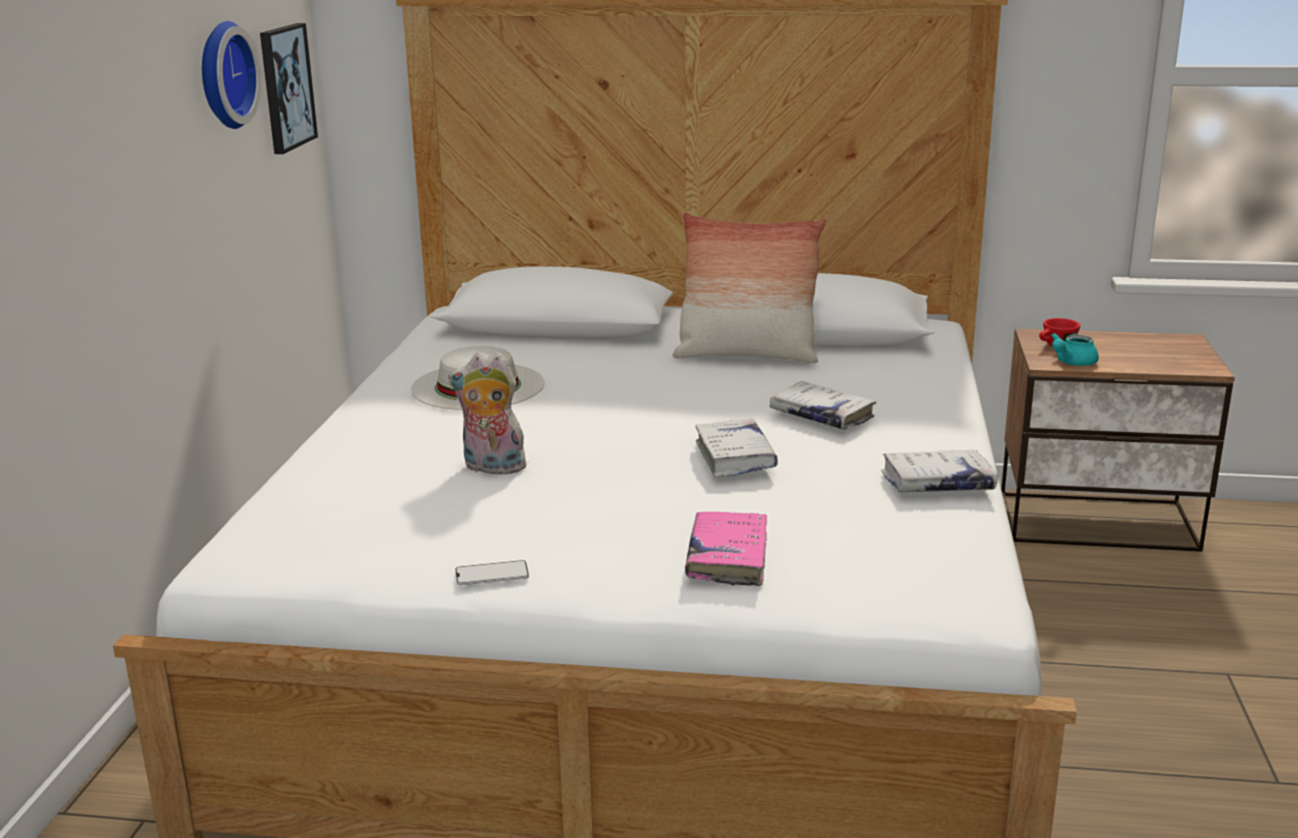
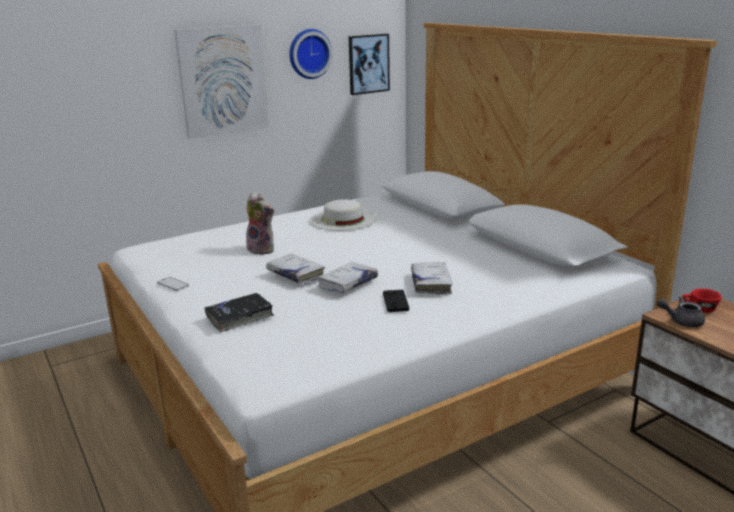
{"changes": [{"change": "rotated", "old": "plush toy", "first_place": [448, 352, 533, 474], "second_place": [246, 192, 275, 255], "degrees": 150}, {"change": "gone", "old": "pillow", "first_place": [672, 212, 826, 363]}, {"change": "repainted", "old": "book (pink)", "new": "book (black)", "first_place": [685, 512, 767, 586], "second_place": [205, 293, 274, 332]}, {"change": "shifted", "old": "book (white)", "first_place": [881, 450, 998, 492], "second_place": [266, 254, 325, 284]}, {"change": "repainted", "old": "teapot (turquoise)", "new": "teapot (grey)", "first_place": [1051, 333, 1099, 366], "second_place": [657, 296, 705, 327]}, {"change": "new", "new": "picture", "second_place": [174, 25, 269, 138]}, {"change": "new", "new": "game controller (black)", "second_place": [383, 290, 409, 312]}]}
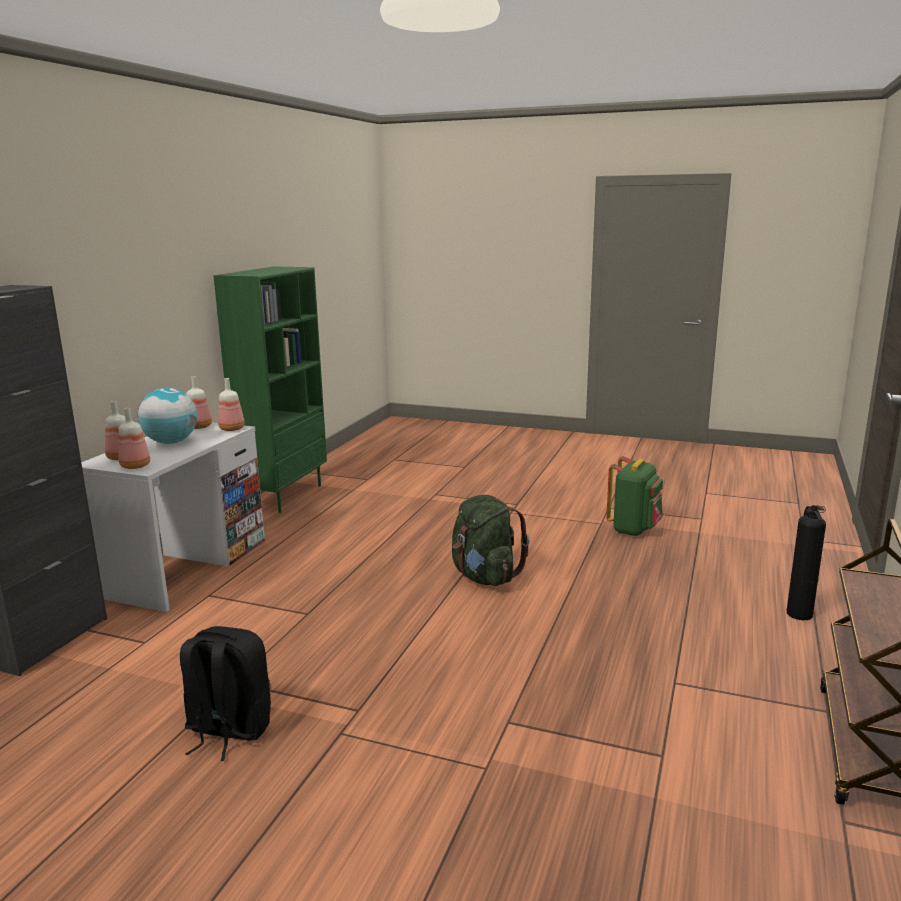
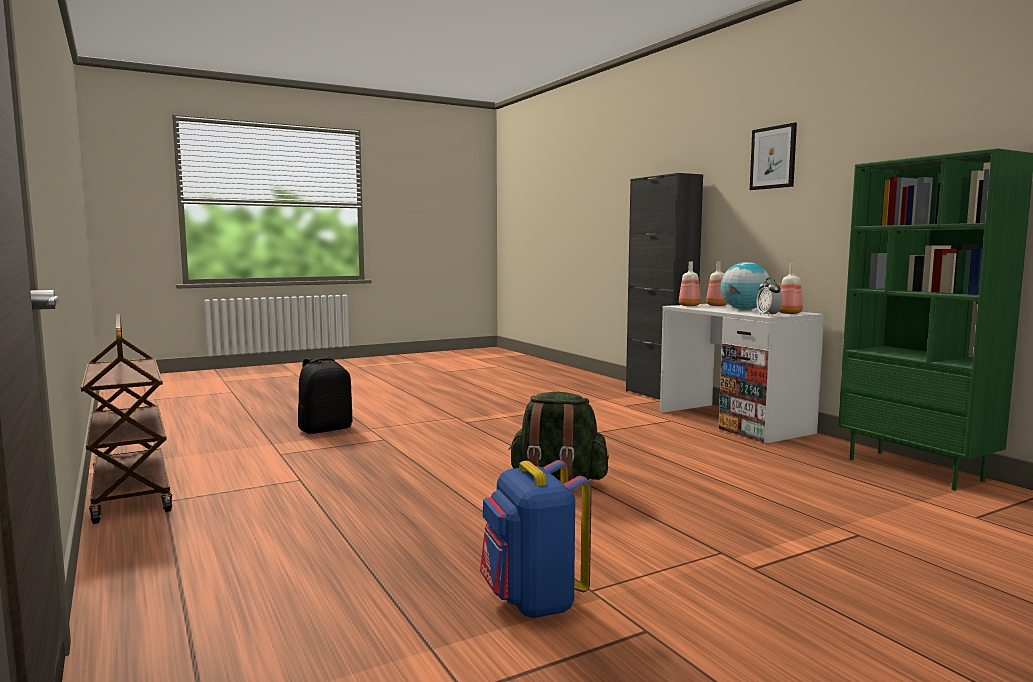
{"changes": [{"change": "shifted", "old": "backpack (black)", "first_place": [180, 626, 271, 761], "second_place": [298, 356, 353, 434]}, {"change": "swapped", "old": "bottle", "new": "alarm clock", "first_place": [218, 378, 245, 431], "second_place": [756, 277, 783, 316]}, {"change": "repainted", "old": "backpack (green)", "new": "backpack (blue)", "first_place": [606, 456, 663, 536], "second_place": [480, 460, 592, 618]}, {"change": "gone", "old": "fire extinguisher", "first_place": [787, 505, 826, 620]}, {"change": "new", "new": "picture", "second_place": [750, 123, 797, 190]}]}
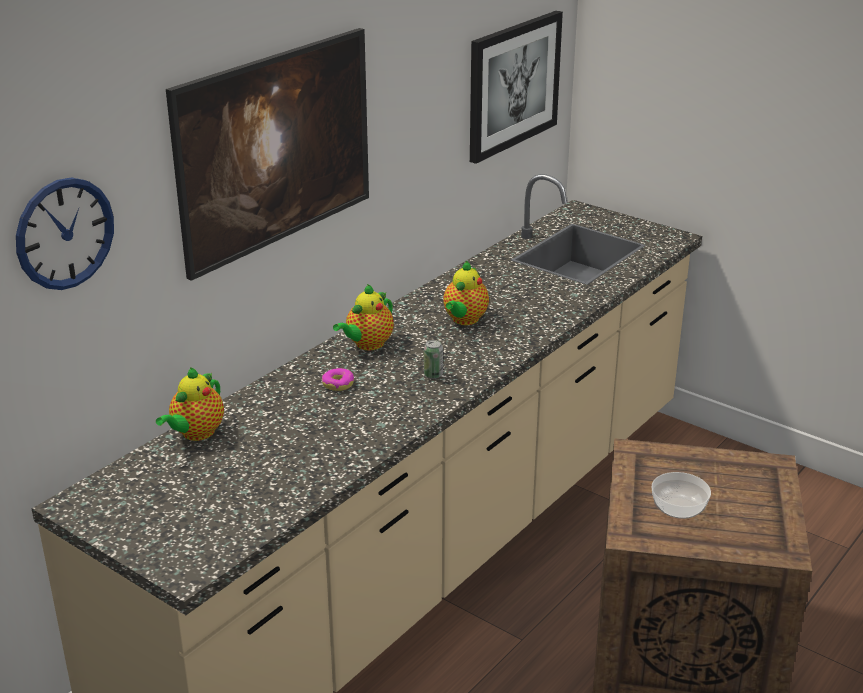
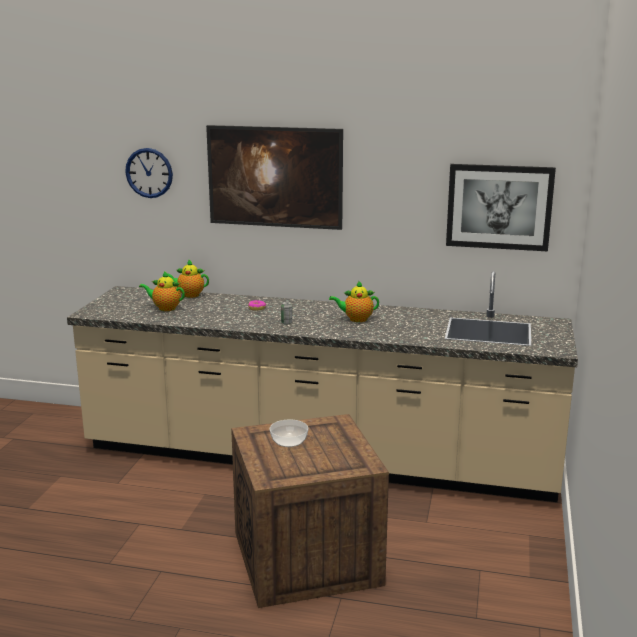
{"changes": [{"change": "shifted", "old": "teapot", "first_place": [333, 284, 394, 351], "second_place": [139, 271, 185, 311]}]}
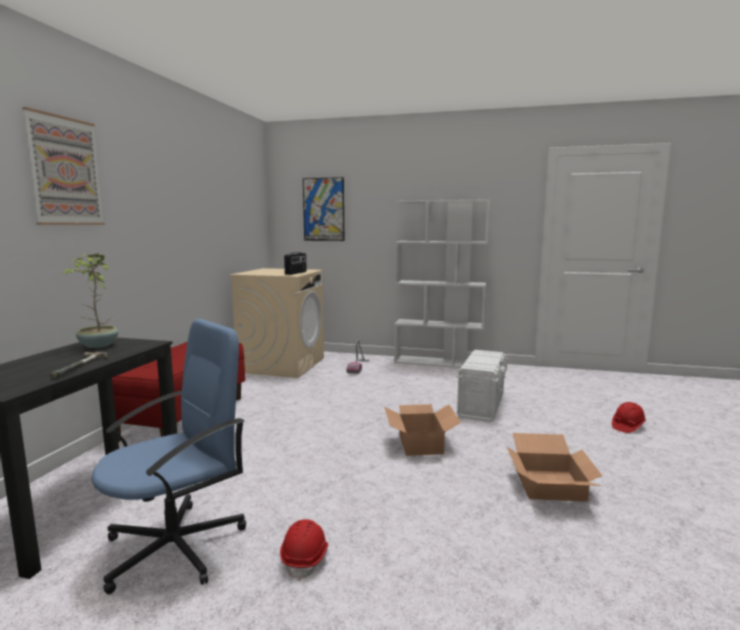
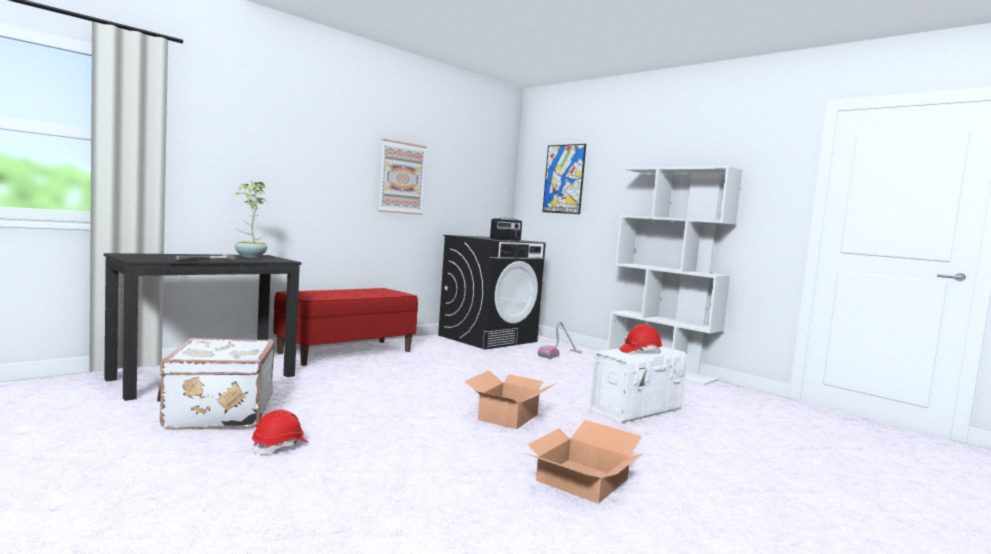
{"changes": [{"change": "shifted", "old": "picture", "first_place": [22, 107, 105, 225], "second_place": [378, 139, 426, 215]}, {"change": "swapped", "old": "office chair (blue)", "new": "suitcase (white)", "first_place": [91, 319, 246, 594], "second_place": [157, 338, 275, 430]}, {"change": "repainted", "old": "washing machine (beige)", "new": "washing machine (black)", "first_place": [229, 268, 324, 378], "second_place": [438, 235, 546, 350]}, {"change": "shifted", "old": "hard hat (red)", "first_place": [612, 402, 646, 433], "second_place": [619, 324, 662, 353]}]}
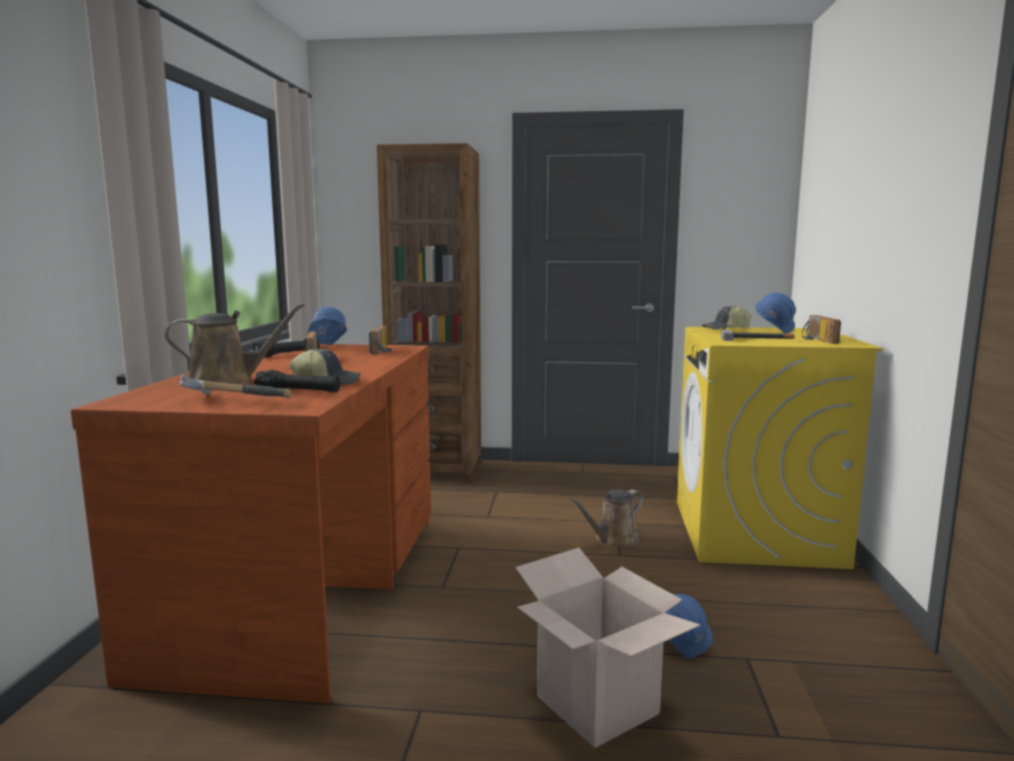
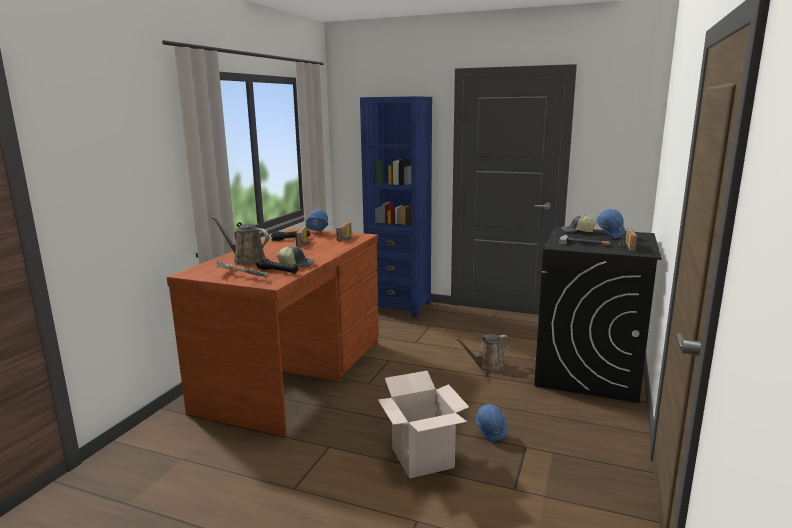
{"changes": [{"change": "rotated", "old": "watering can (brown)", "first_place": [165, 303, 305, 385], "second_place": [211, 216, 269, 266], "degrees": -150}, {"change": "repainted", "old": "bookcase (brown)", "new": "bookcase (blue)", "first_place": [377, 143, 481, 482], "second_place": [360, 96, 432, 318]}, {"change": "repainted", "old": "washing machine (yellow)", "new": "washing machine (black)", "first_place": [677, 327, 883, 569], "second_place": [534, 227, 662, 403]}]}
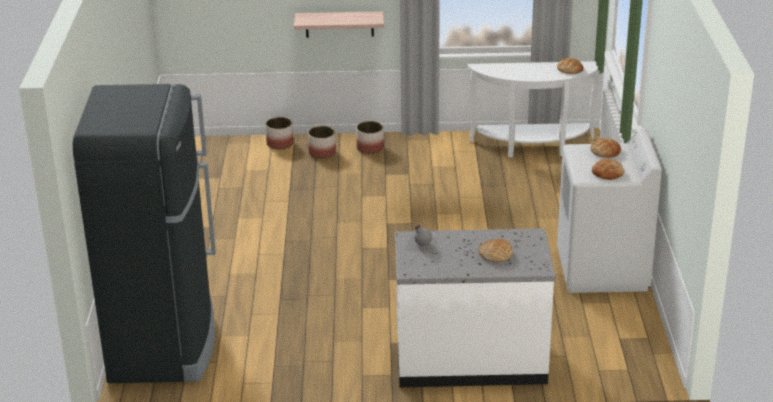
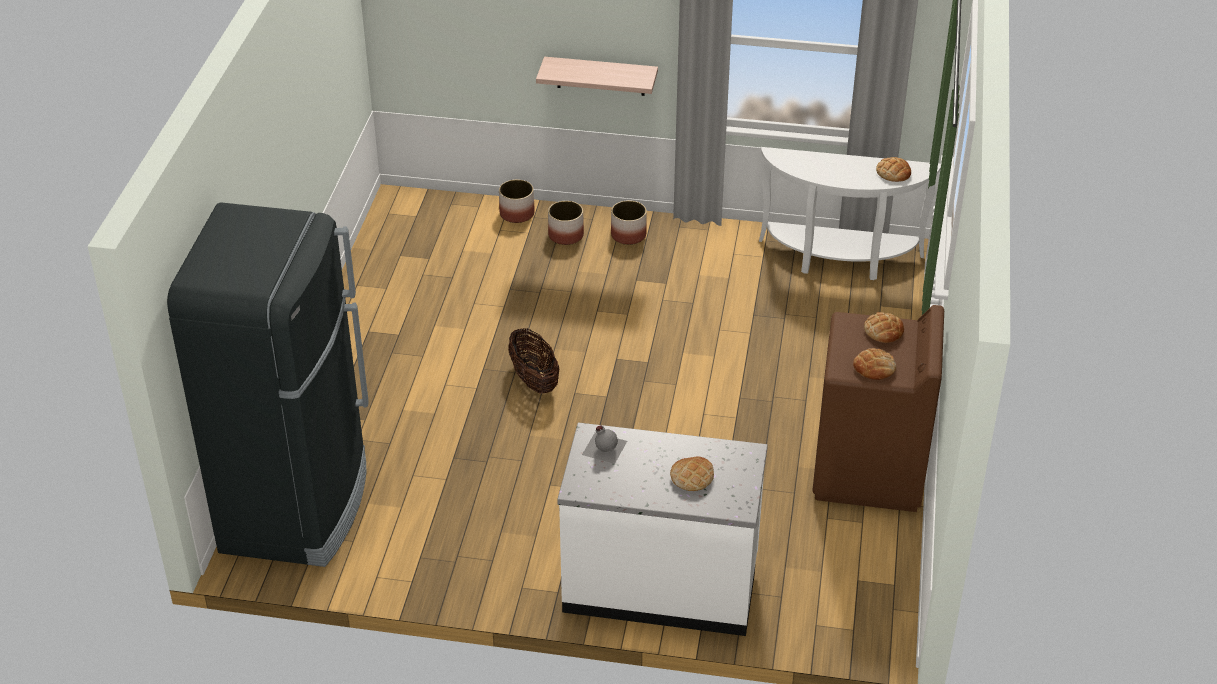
{"changes": [{"change": "repainted", "old": "washing machine (white)", "new": "washing machine (brown)", "first_place": [557, 129, 662, 293], "second_place": [812, 305, 944, 512]}, {"change": "new", "new": "basket", "second_place": [508, 328, 559, 393]}]}
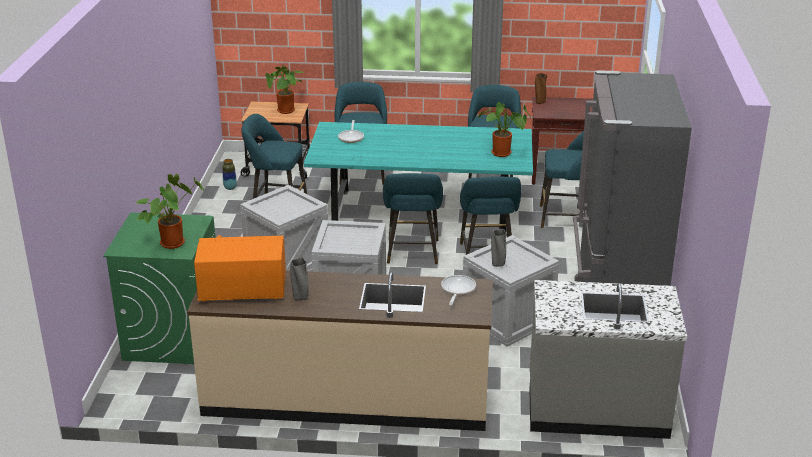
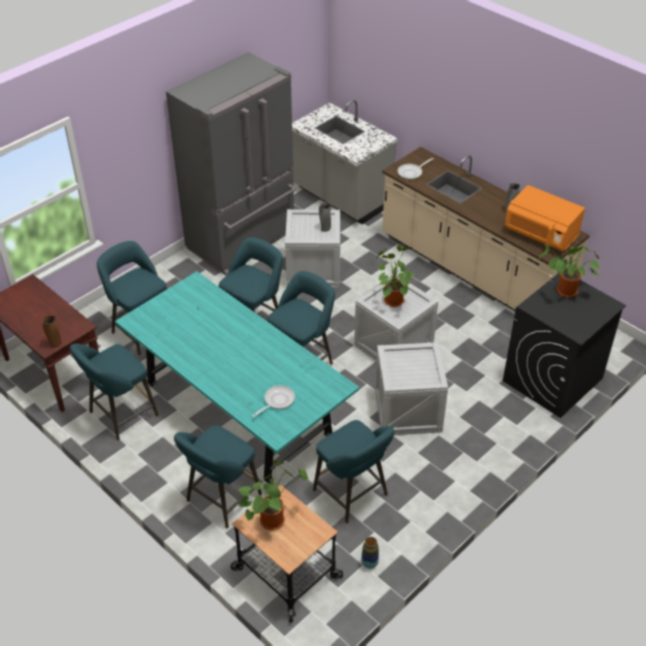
{"changes": [{"change": "repainted", "old": "washing machine (green)", "new": "washing machine (black)", "first_place": [103, 212, 216, 364], "second_place": [503, 274, 626, 418]}, {"change": "shifted", "old": "potted plant", "first_place": [479, 102, 530, 157], "second_place": [376, 245, 415, 307]}]}
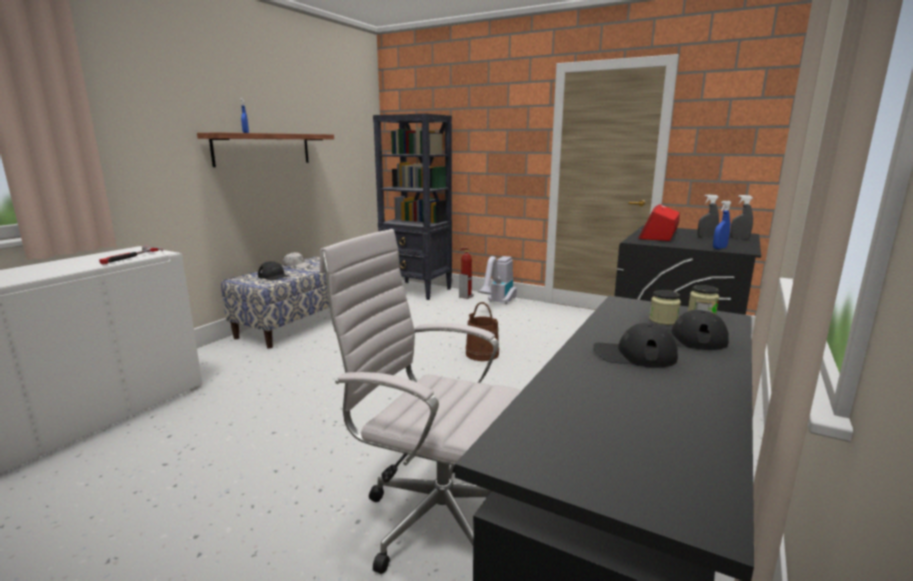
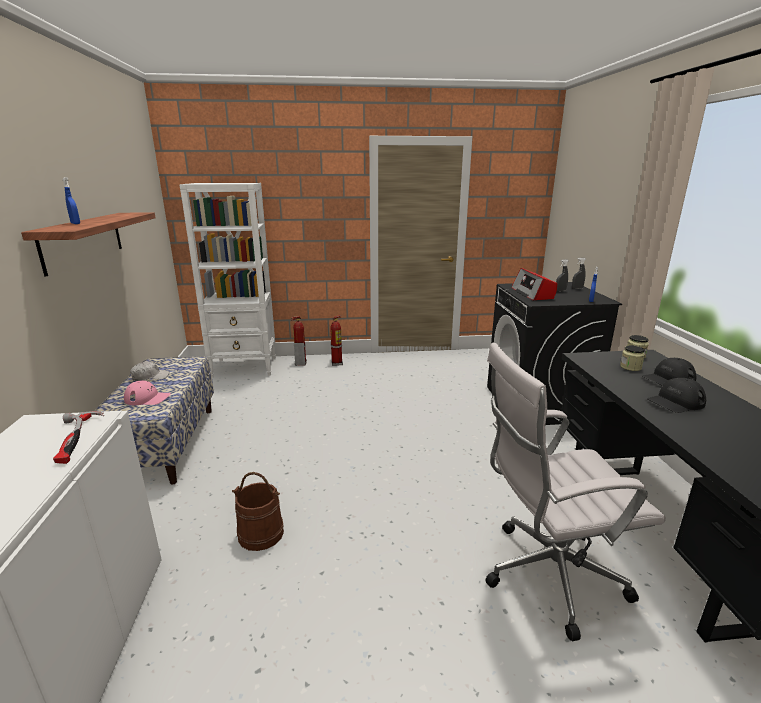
{"changes": [{"change": "repainted", "old": "cap (black)", "new": "cap (pink)", "first_place": [258, 261, 288, 281], "second_place": [124, 381, 171, 405]}, {"change": "repainted", "old": "bookcase (black)", "new": "bookcase (white)", "first_place": [373, 114, 452, 300], "second_place": [179, 183, 276, 378]}, {"change": "shifted", "old": "bucket (brown)", "first_place": [466, 302, 499, 361], "second_place": [232, 472, 284, 551]}, {"change": "swapped", "old": "vacuum cleaner", "new": "fire extinguisher", "first_place": [478, 256, 517, 304], "second_place": [330, 315, 343, 366]}]}
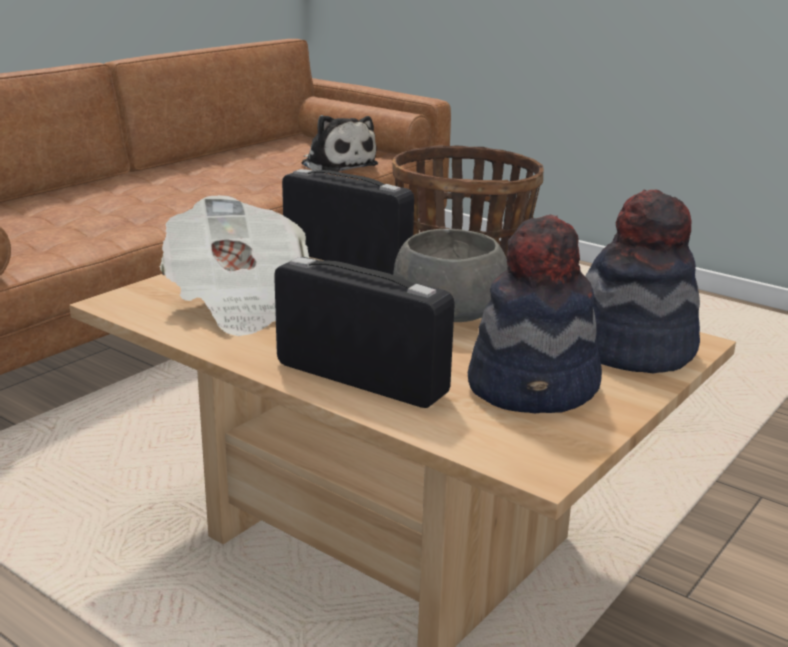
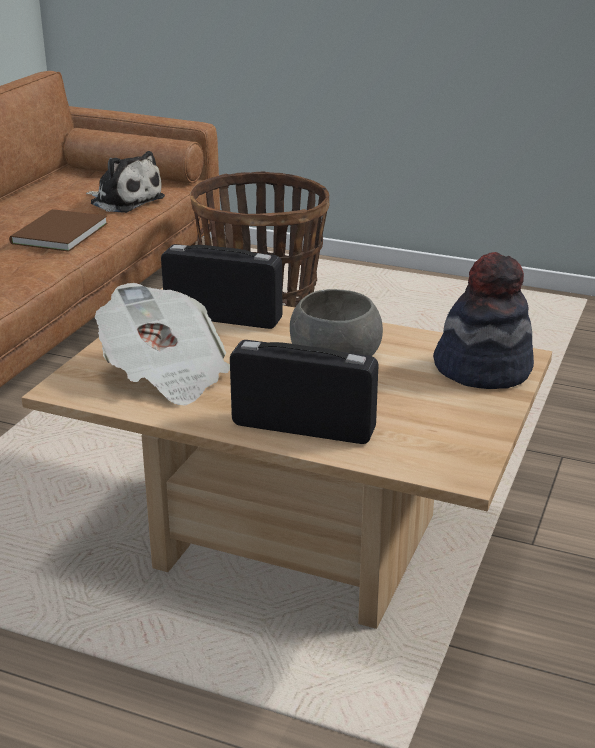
{"changes": [{"change": "gone", "old": "hat", "first_place": [468, 215, 602, 413]}, {"change": "new", "new": "book (brown)", "second_place": [9, 209, 108, 252]}]}
